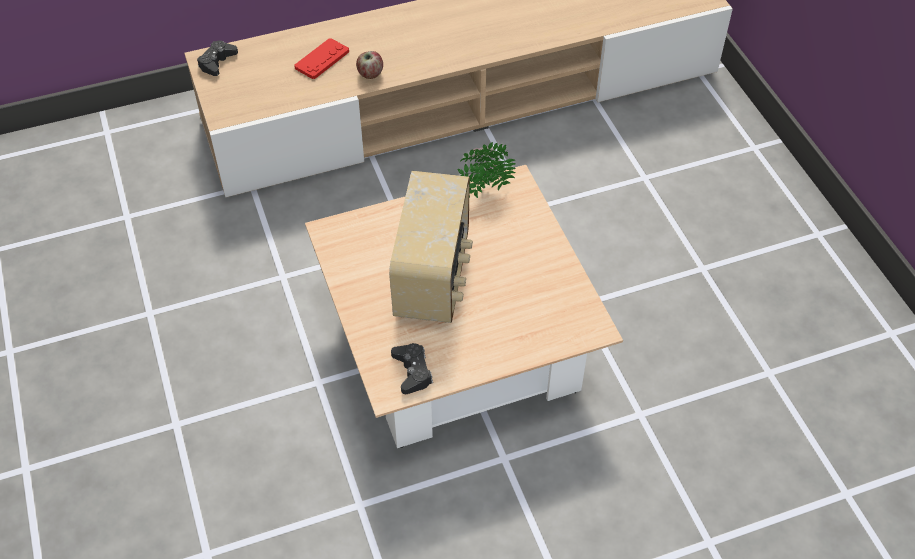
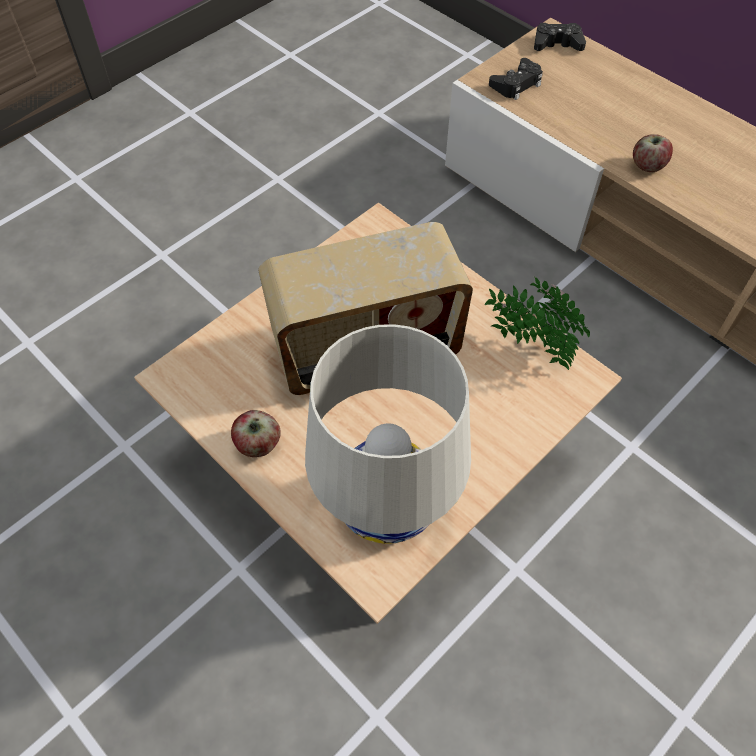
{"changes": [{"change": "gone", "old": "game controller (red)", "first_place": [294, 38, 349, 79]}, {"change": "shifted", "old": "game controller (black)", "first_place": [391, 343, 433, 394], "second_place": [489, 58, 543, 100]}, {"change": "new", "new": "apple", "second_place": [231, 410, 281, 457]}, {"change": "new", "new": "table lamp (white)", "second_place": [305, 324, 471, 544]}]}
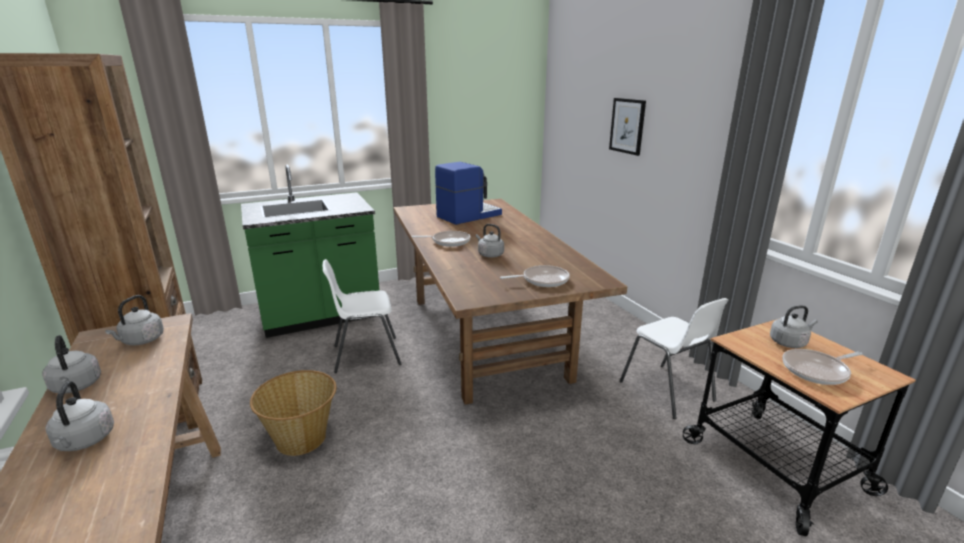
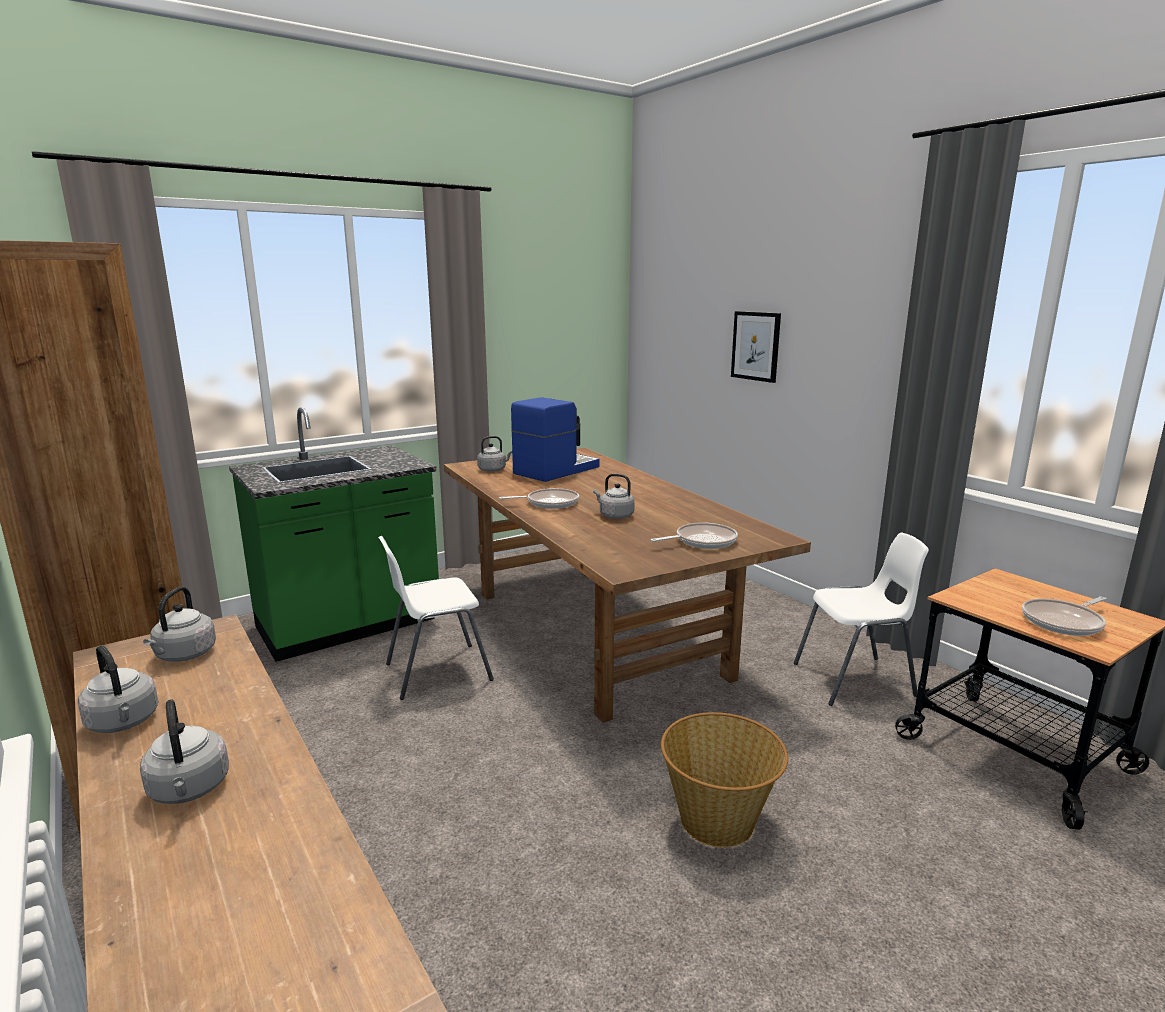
{"changes": [{"change": "shifted", "old": "basket", "first_place": [250, 370, 336, 456], "second_place": [661, 712, 788, 848]}, {"change": "rotated", "old": "chair (white)", "first_place": [620, 298, 728, 419], "second_place": [794, 533, 929, 706], "degrees": -60}, {"change": "shifted", "old": "kettle (grey)", "first_place": [770, 305, 817, 348], "second_place": [477, 436, 512, 472]}]}
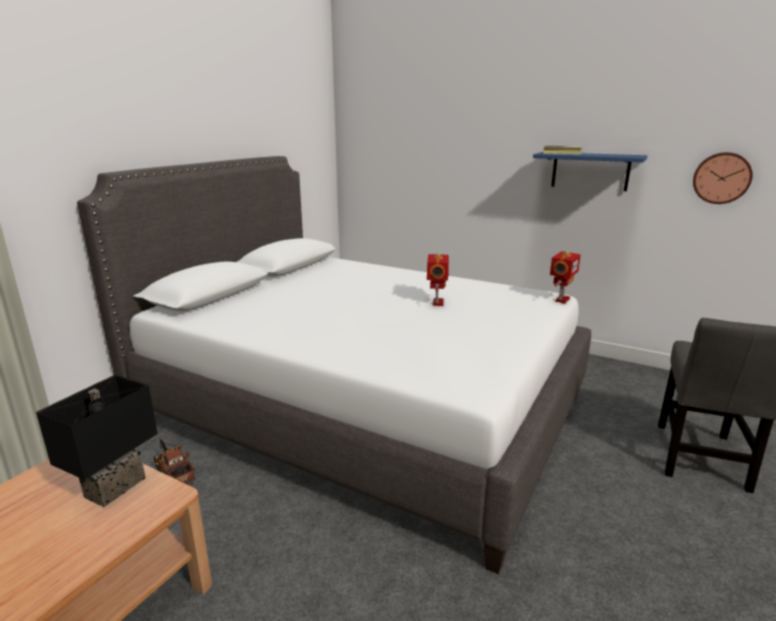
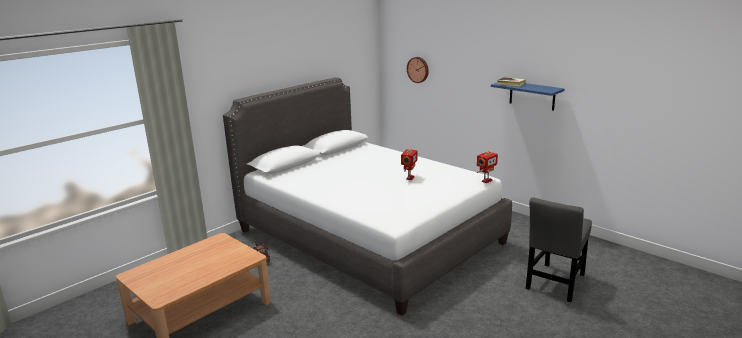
{"changes": [{"change": "gone", "old": "table lamp (black)", "first_place": [36, 375, 158, 507]}, {"change": "shifted", "old": "wall clock", "first_place": [693, 152, 753, 204], "second_place": [407, 57, 429, 83]}]}
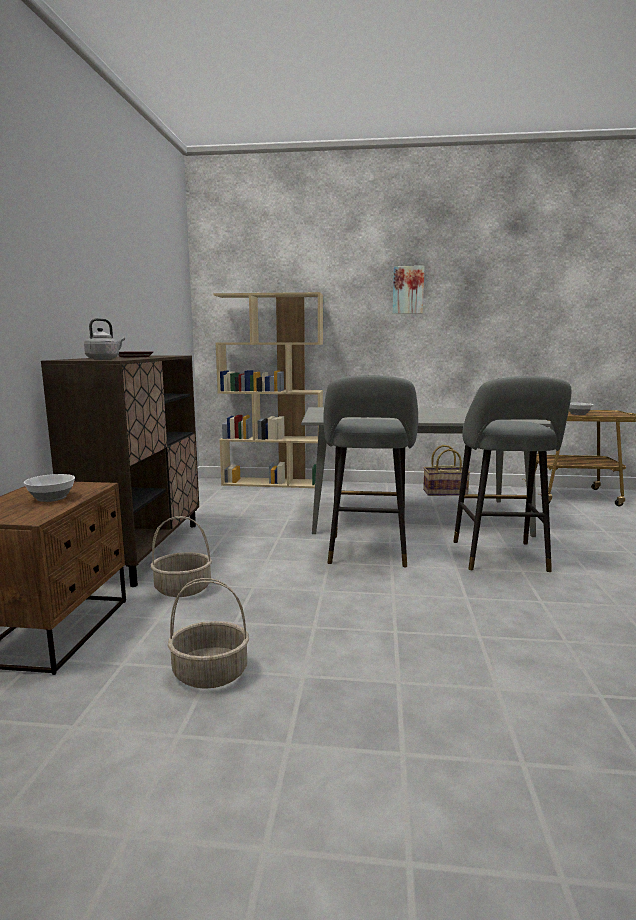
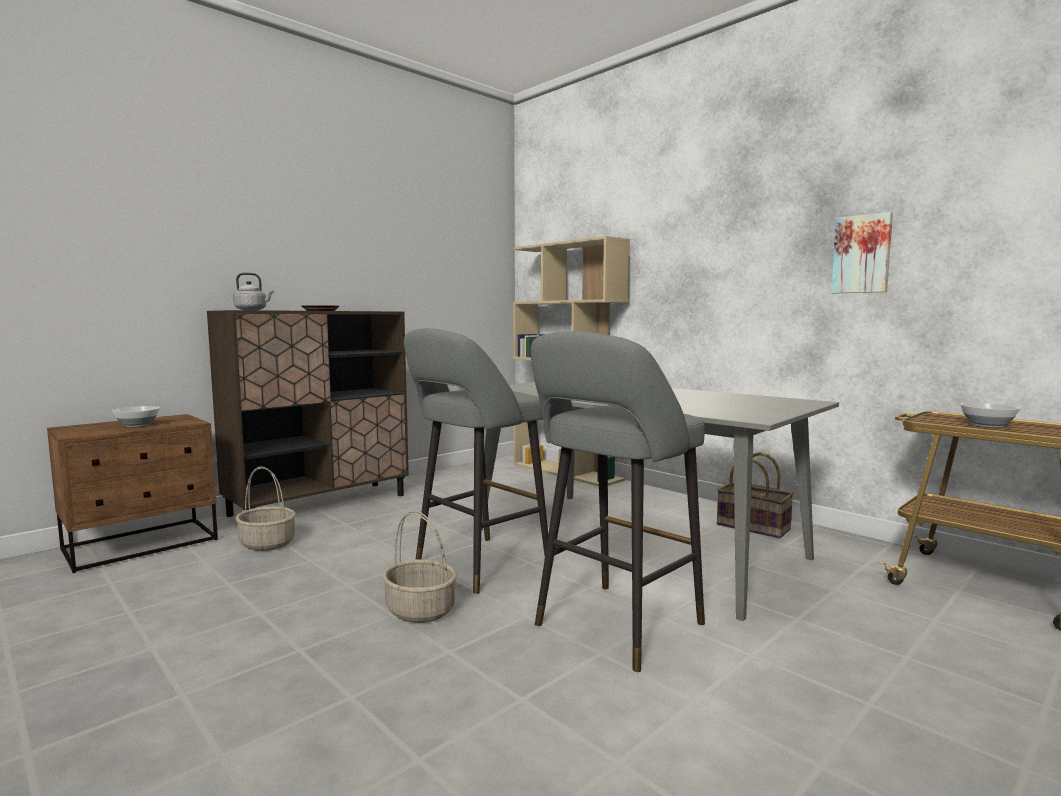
{"changes": [{"change": "shifted", "old": "basket", "first_place": [168, 578, 249, 689], "second_place": [382, 511, 457, 623]}, {"change": "shifted", "old": "picture", "first_place": [392, 266, 425, 314], "second_place": [831, 212, 893, 293]}]}
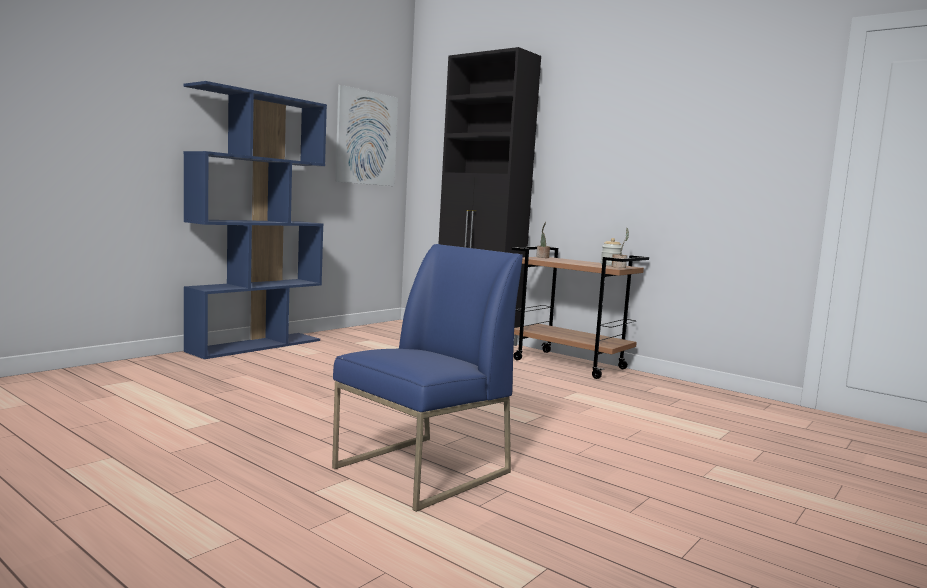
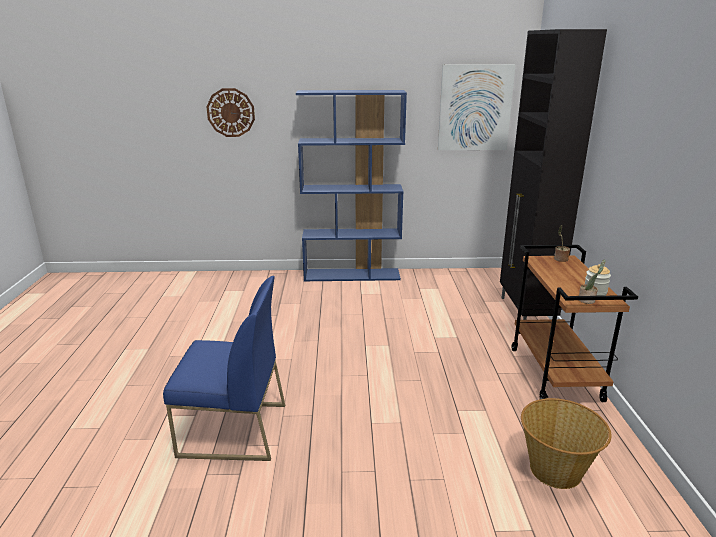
{"changes": [{"change": "new", "new": "wall clock", "second_place": [206, 88, 255, 137]}, {"change": "new", "new": "basket", "second_place": [521, 398, 611, 489]}]}
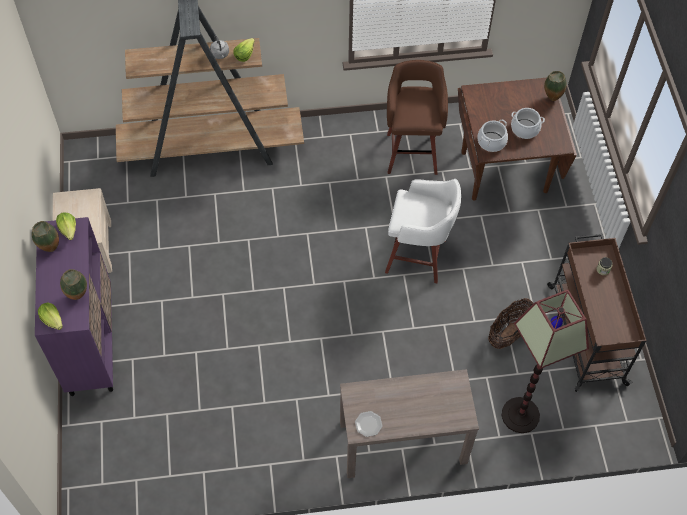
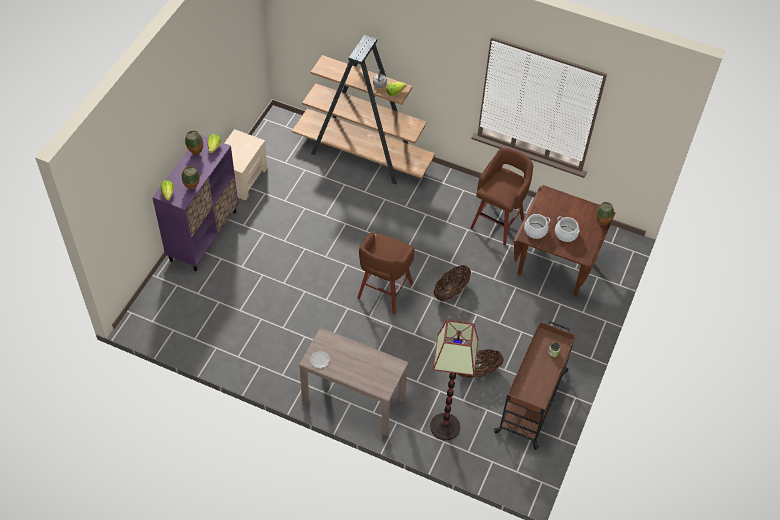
{"changes": [{"change": "swapped", "old": "stool (white)", "new": "basket", "first_place": [385, 179, 461, 283], "second_place": [433, 265, 471, 301]}, {"change": "new", "new": "stool (brown)", "second_place": [357, 232, 414, 314]}]}
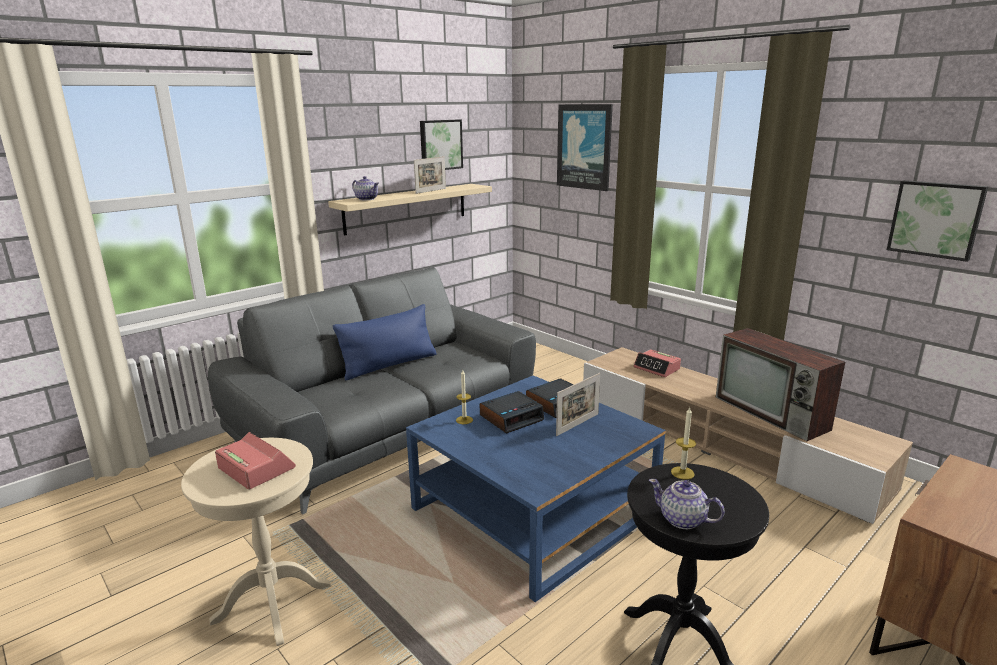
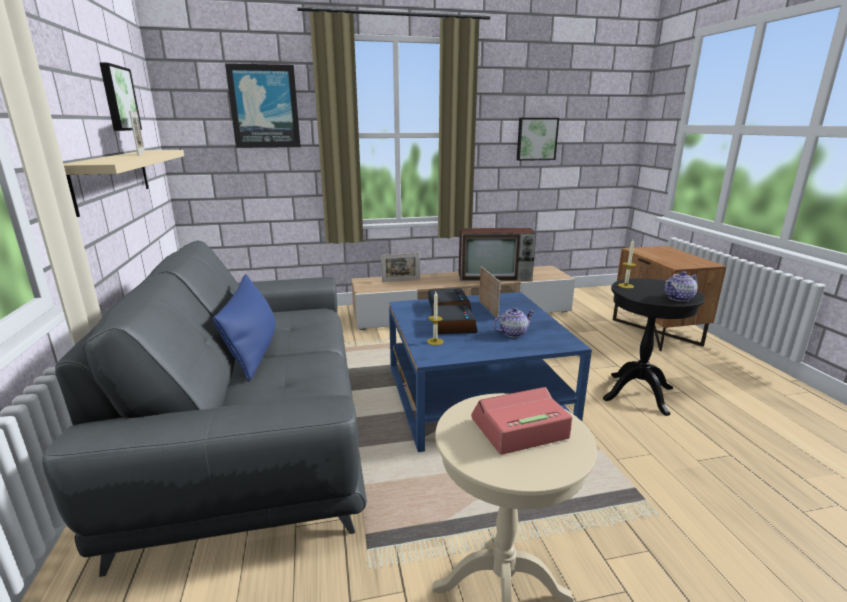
{"changes": [{"change": "shifted", "old": "teapot", "first_place": [352, 176, 379, 200], "second_place": [493, 308, 535, 338]}, {"change": "swapped", "old": "alarm clock", "new": "picture frame", "first_place": [633, 349, 681, 377], "second_place": [381, 253, 420, 282]}]}
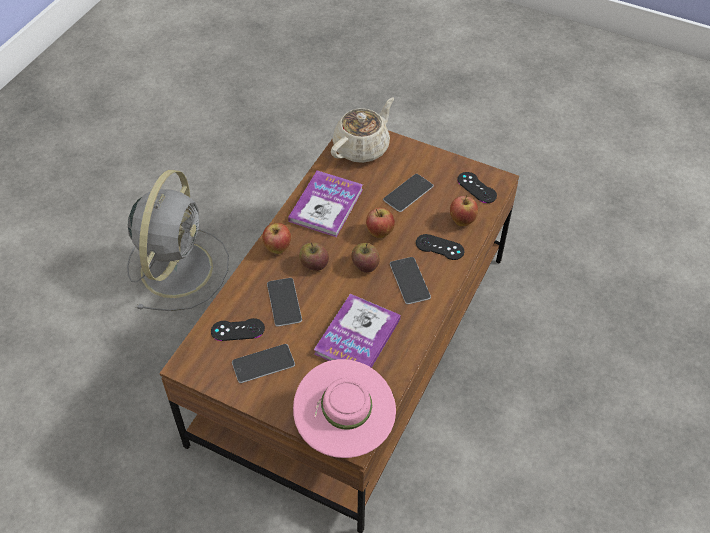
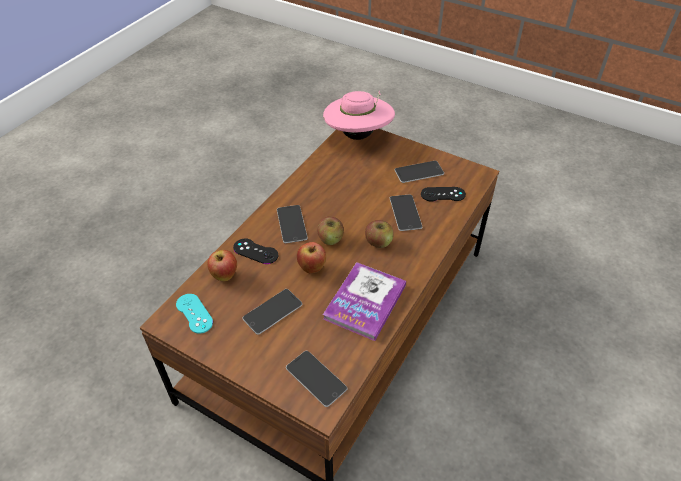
{"changes": [{"change": "gone", "old": "fan (grey)", "first_place": [127, 170, 229, 311]}, {"change": "gone", "old": "apple", "first_place": [262, 223, 291, 254]}, {"change": "gone", "old": "book", "first_place": [314, 294, 401, 368]}, {"change": "swapped", "old": "teapot (beige)", "new": "phone", "first_place": [331, 97, 394, 163], "second_place": [286, 351, 348, 407]}, {"change": "repainted", "old": "game controller (black)", "new": "game controller (turquoise)", "first_place": [457, 172, 497, 203], "second_place": [176, 294, 213, 334]}]}
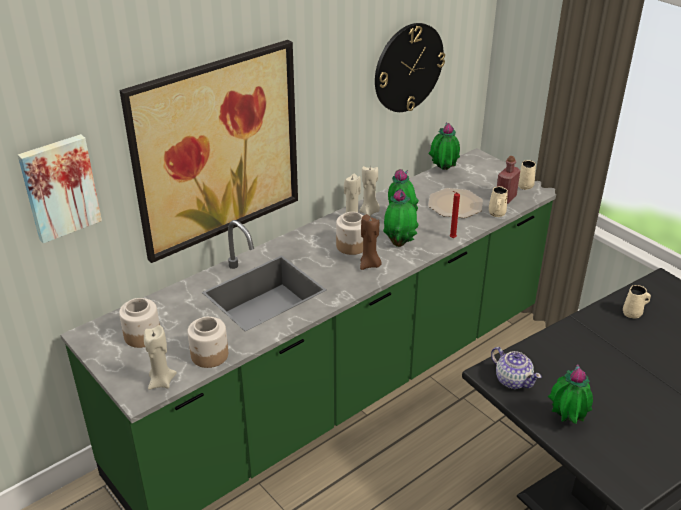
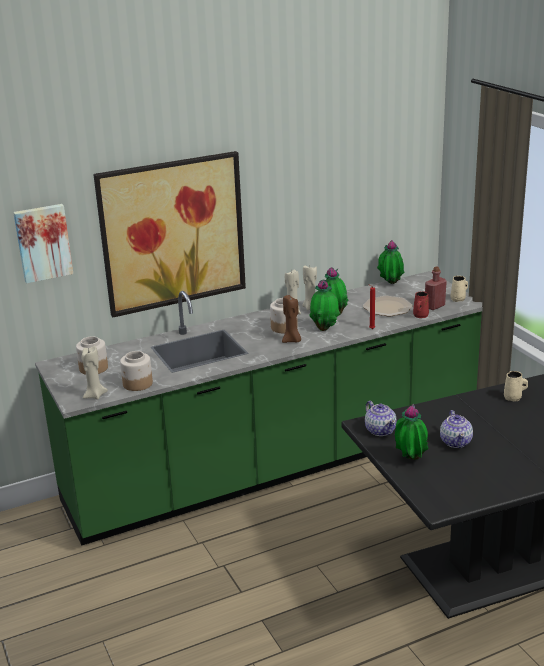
{"changes": [{"change": "gone", "old": "wall clock", "first_place": [375, 23, 445, 112]}, {"change": "repainted", "old": "mug (beige)", "new": "mug (red)", "first_place": [489, 186, 508, 217], "second_place": [413, 291, 429, 318]}, {"change": "new", "new": "teapot", "second_place": [440, 410, 473, 448]}]}
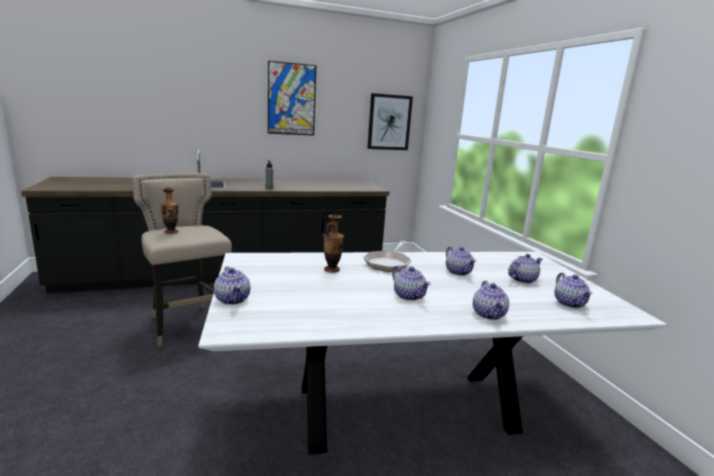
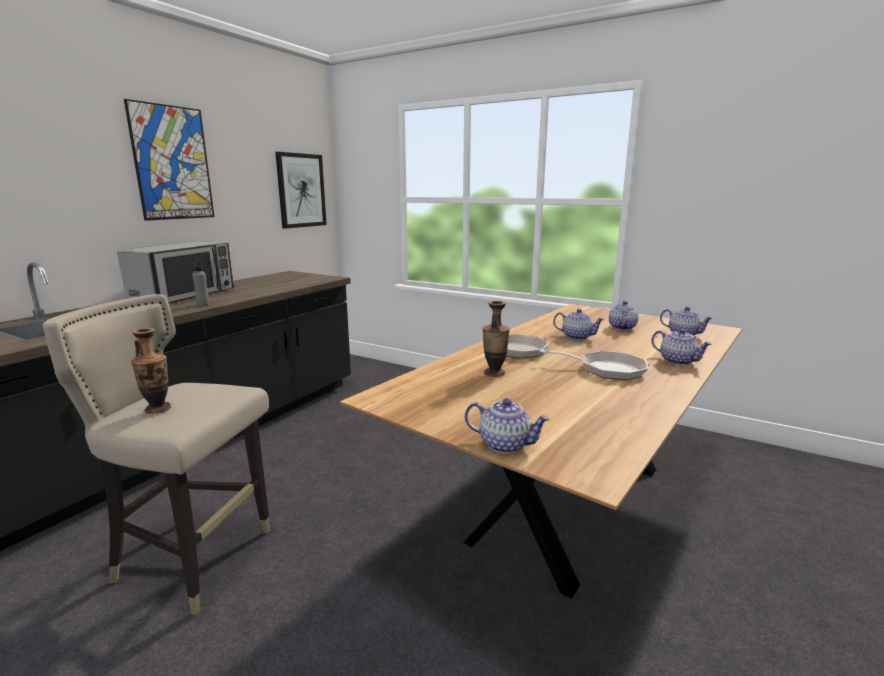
{"changes": [{"change": "repainted", "old": "dining table (white)", "new": "dining table (brown)", "first_place": [198, 252, 667, 454], "second_place": [340, 304, 742, 598]}, {"change": "swapped", "old": "teapot", "new": "frying pan", "first_place": [392, 266, 431, 301], "second_place": [539, 349, 648, 380]}, {"change": "new", "new": "microwave", "second_place": [117, 241, 234, 303]}]}
